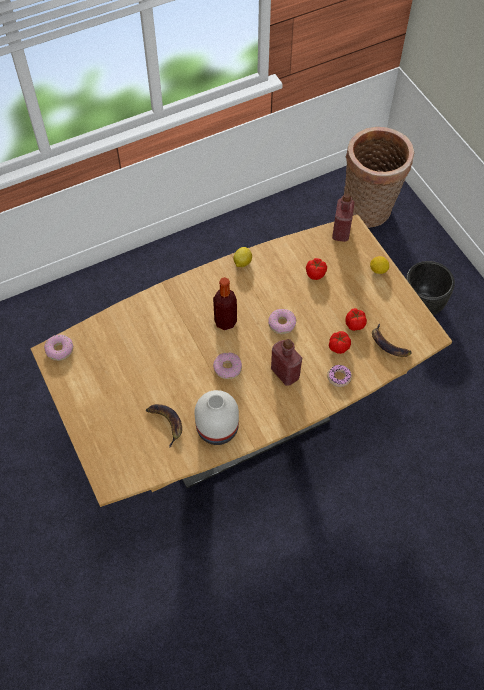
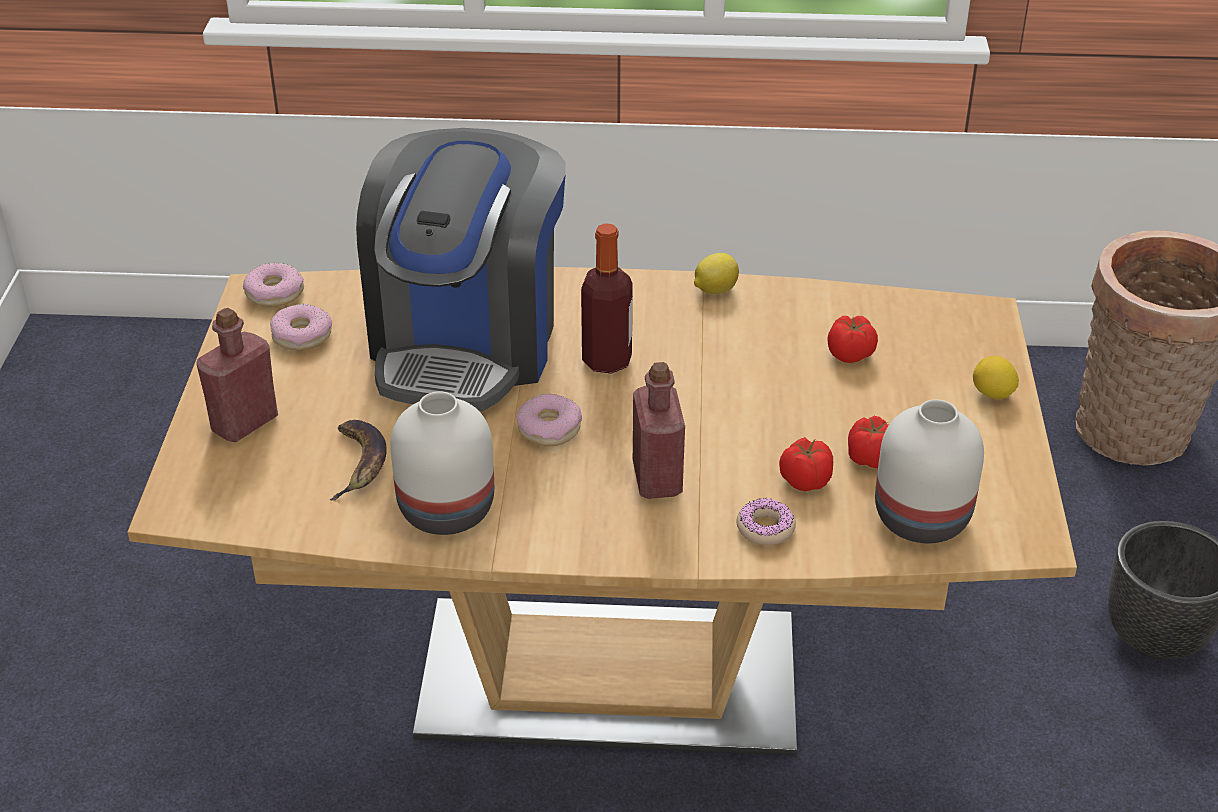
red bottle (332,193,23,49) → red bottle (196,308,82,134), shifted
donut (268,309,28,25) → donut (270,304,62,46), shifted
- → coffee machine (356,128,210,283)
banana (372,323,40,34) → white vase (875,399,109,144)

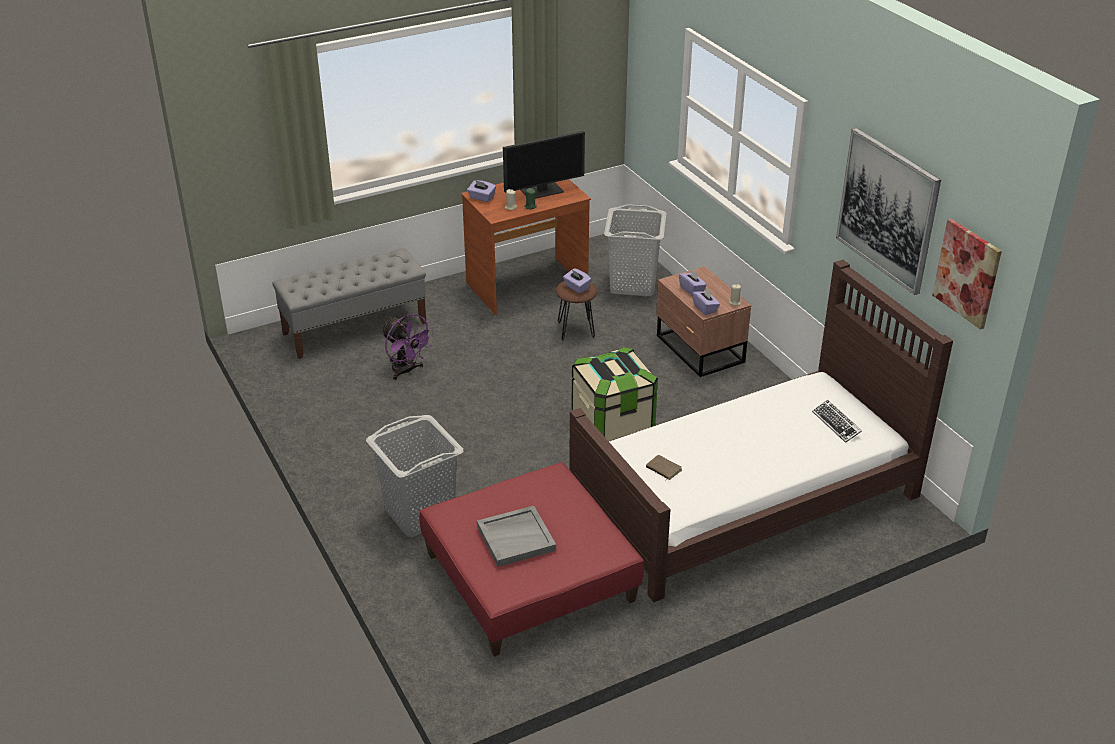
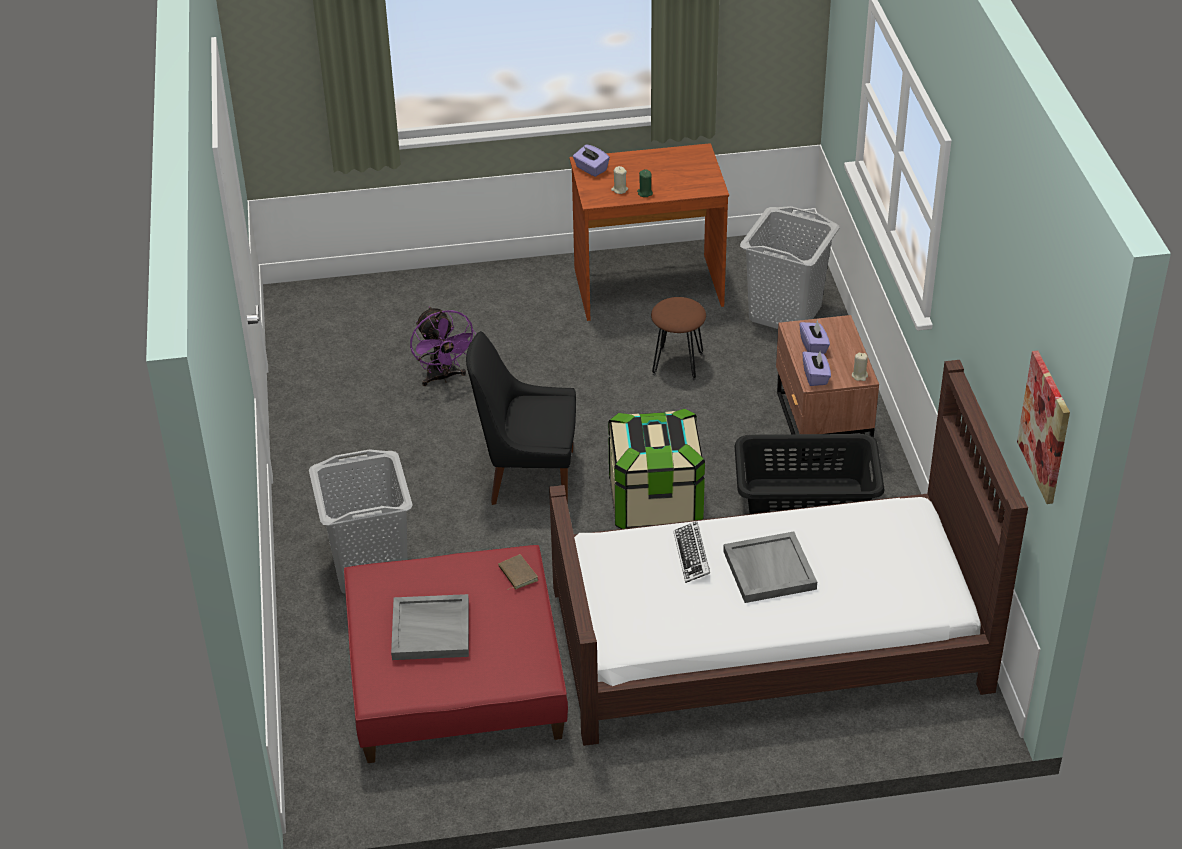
- → black chair (466,331,110,174)
brown book (646,455,36,26) → brown book (498,554,40,36), shifted
keyboard (812,400,50,43) → keyboard (673,521,37,62), shifted
- → grey tray (723,531,94,72)
- → black laundry basket (734,434,151,80)
grey bench (272,248,154,111) → -
monitor (503,131,82,68) → -
purple tissue box (563,268,29,25) → -
picture (836,128,105,167) → -

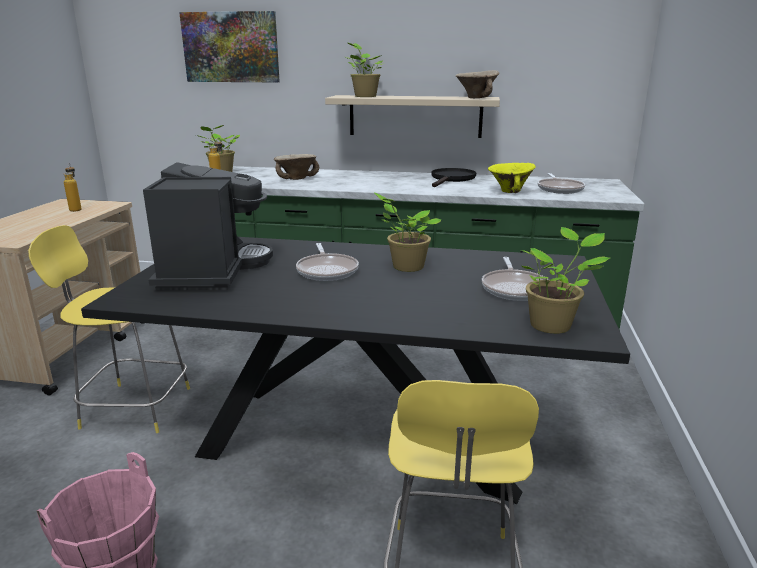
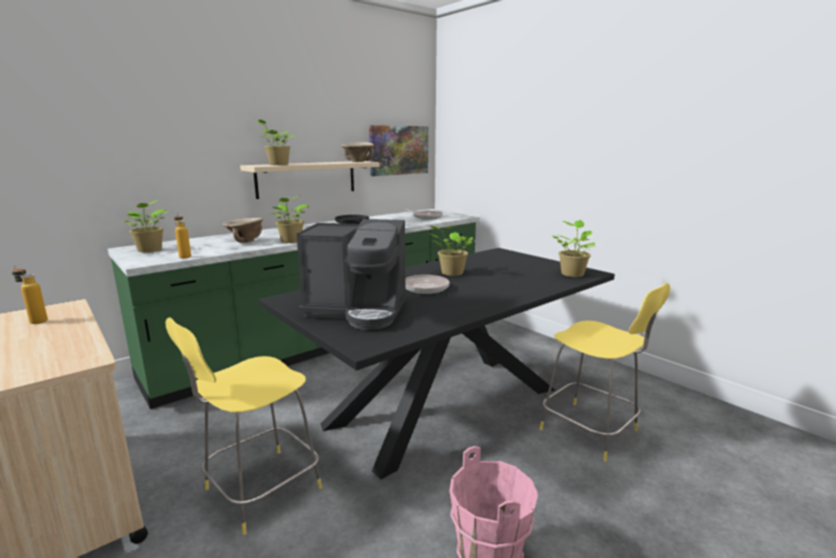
- → potted plant (272,195,37,48)
coffee machine (143,162,130,128) → coffee machine (296,219,111,111), 150 degrees clockwise
picture (179,11,101,71) → picture (369,125,59,51), shifted
frying pan (482,257,66,44) → -
yellow bowl (488,163,48,30) → -

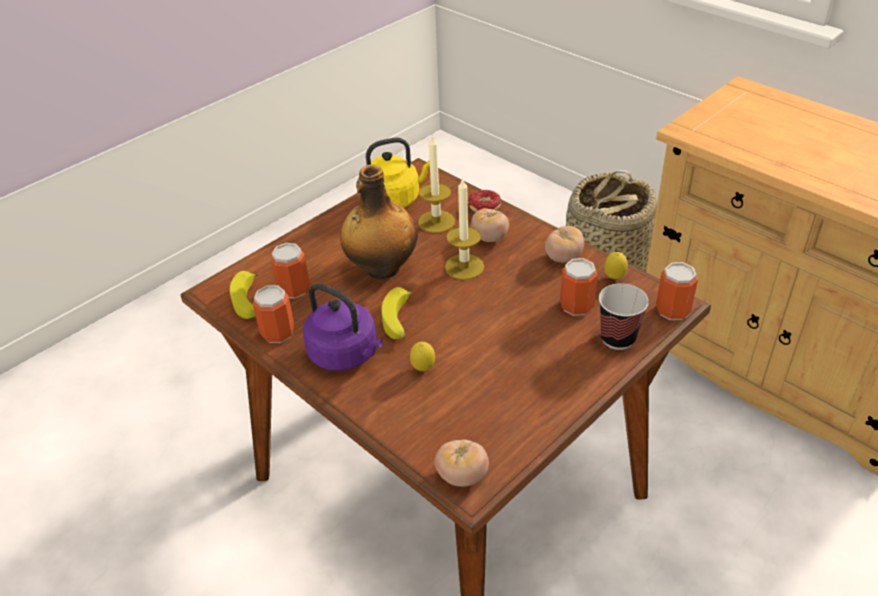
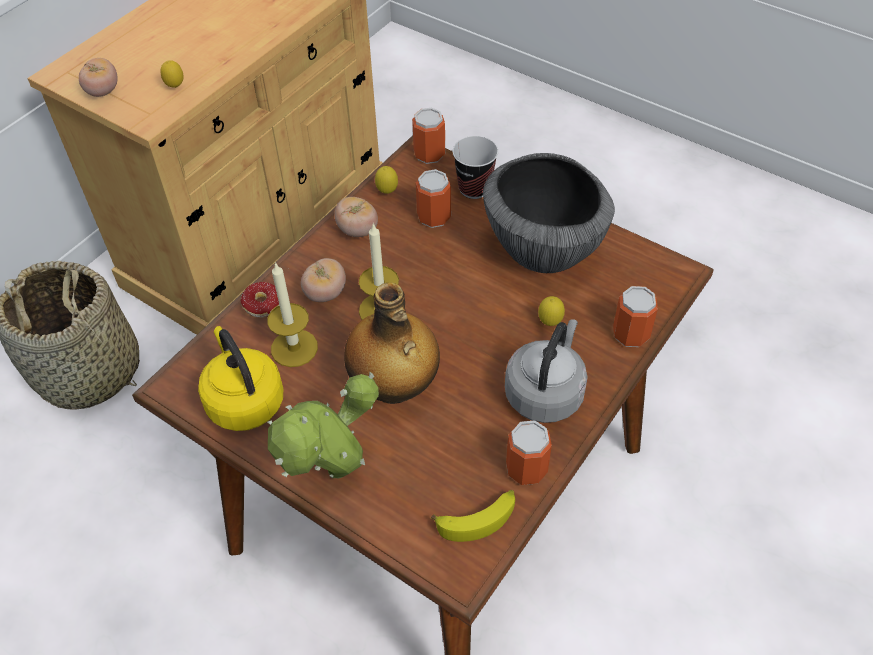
tomato (434,440,55,47) → tomato (79,58,38,39), shifted
- → lemon (160,60,24,28)
- → potted plant (267,372,112,106)
- → bowl (483,153,132,120)
purple kettle (303,283,80,88) → grey kettle (505,319,83,104)
can (270,243,40,56) → can (613,286,45,61), shifted
banana (382,287,31,52) → -

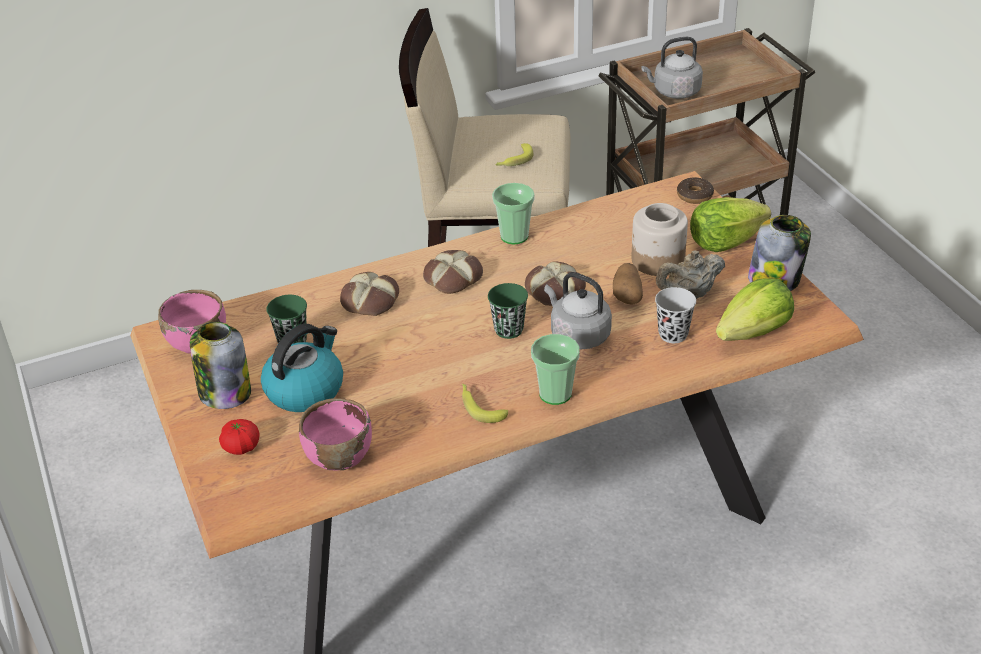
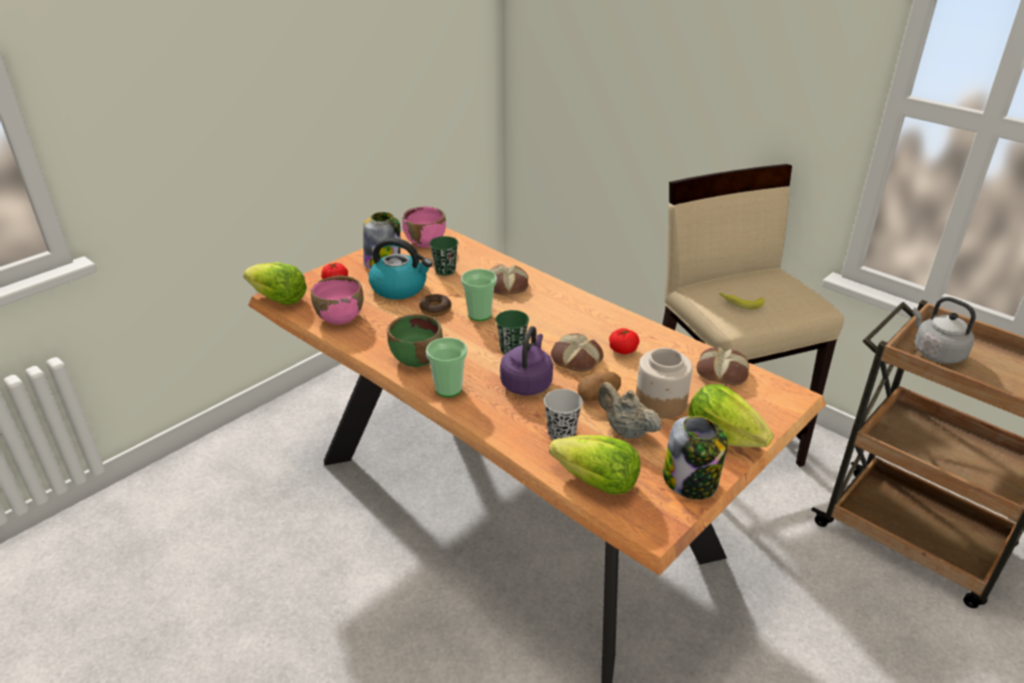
- → lettuce (243,262,64,43)
banana (462,384,46,39) → green bowl (387,314,56,53)
donut (677,177,37,27) → donut (419,294,32,22), shifted
cup (492,183,43,62) → cup (461,269,36,52), shifted
grey kettle (544,272,68,77) → purple kettle (500,326,53,69)
- → tomato (609,328,30,26)
bread (423,250,60,44) → bread (697,347,52,39), shifted

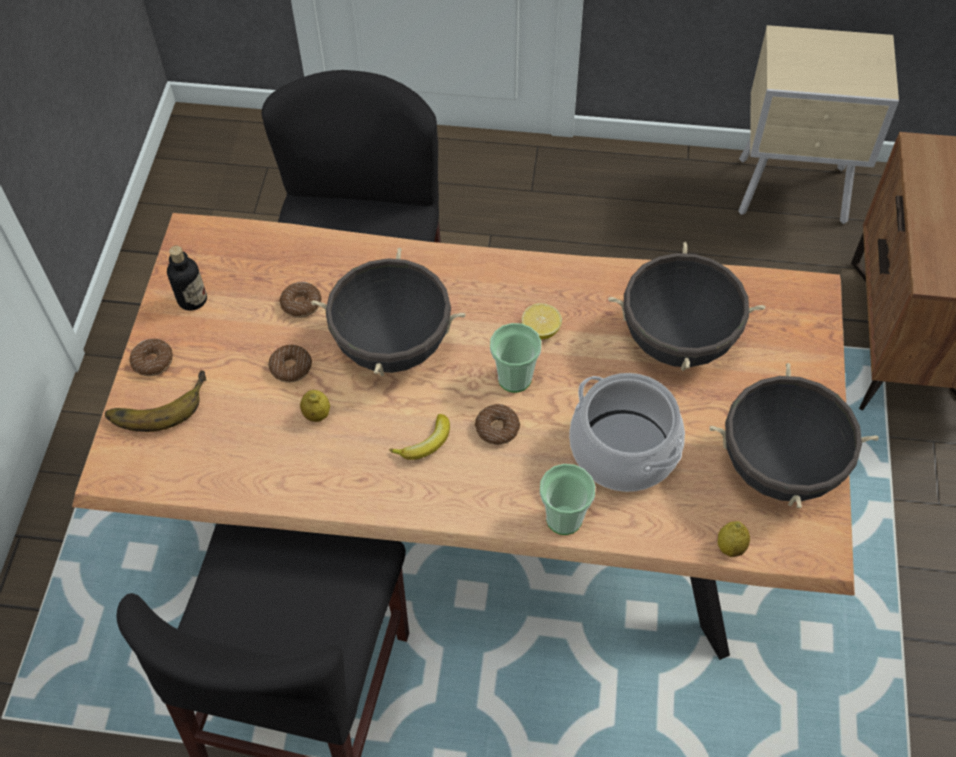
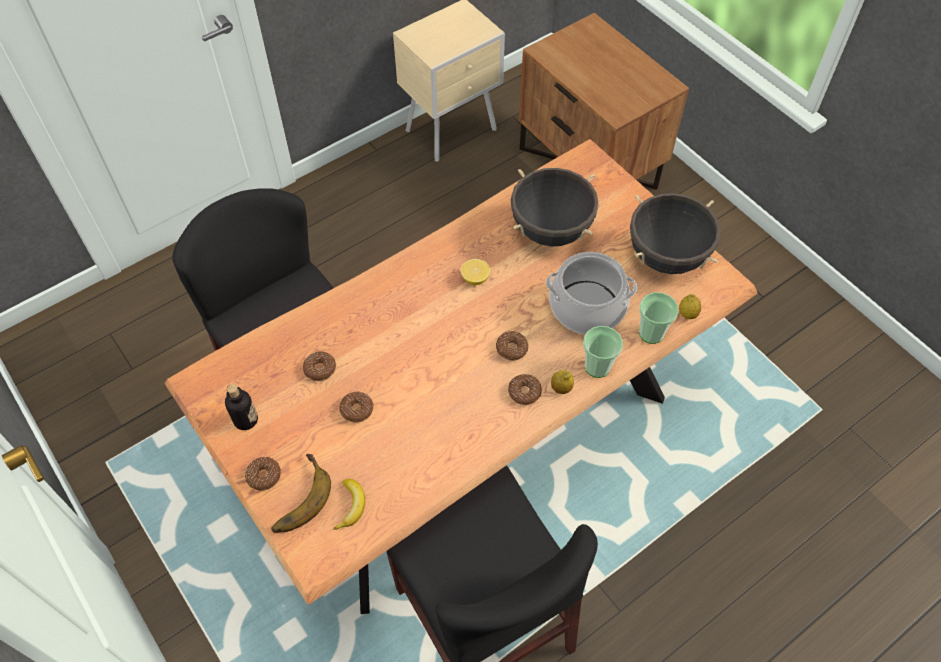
banana (389,414,61,46) → banana (333,479,32,51), shifted
- → donut (508,374,34,31)
lemon (300,390,30,32) → lemon (551,370,23,24), shifted
cup (490,323,51,69) → cup (639,292,40,52), shifted
black cooking pot (311,248,155,128) → -

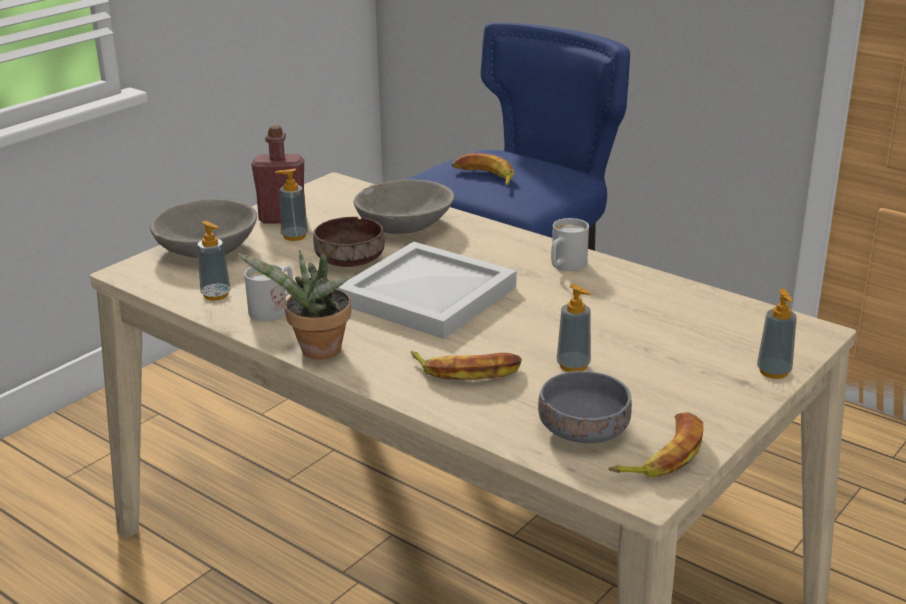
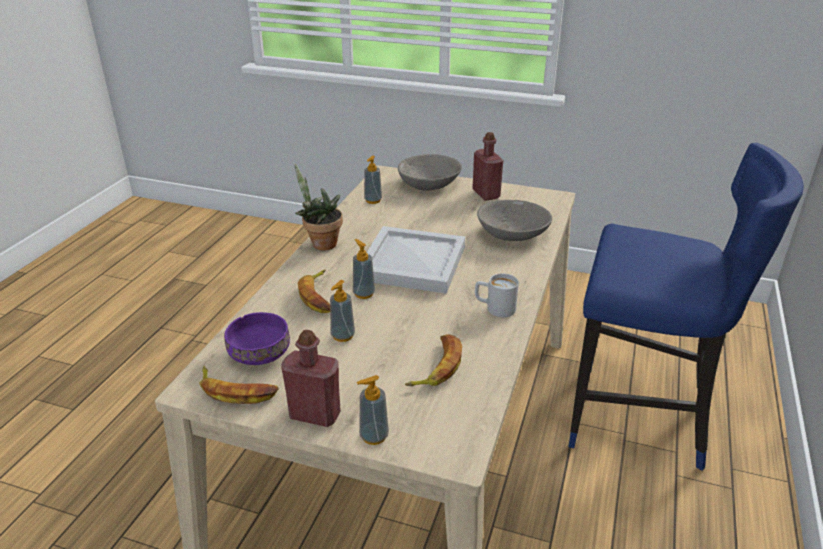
grey bowl (538,371,94,72) → purple bowl (224,312,66,53)
- → red bottle (281,330,60,97)
soap dispenser (275,168,33,73) → soap dispenser (353,239,22,60), shifted
banana (452,153,62,33) → banana (405,334,57,52), shifted
white mug (244,264,49,57) → -
brown bowl (313,217,72,50) → -

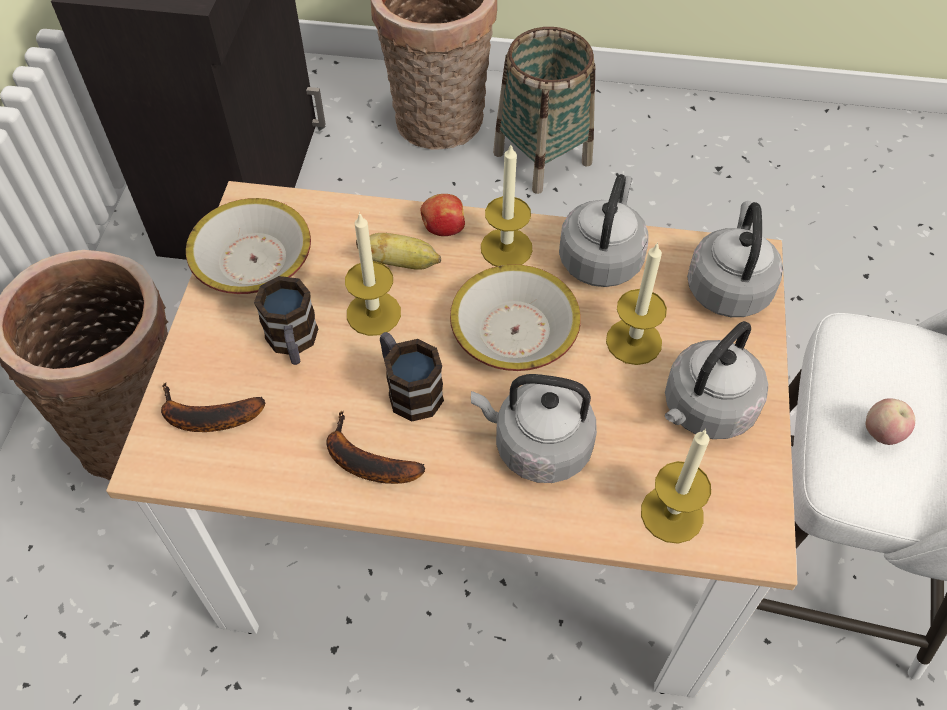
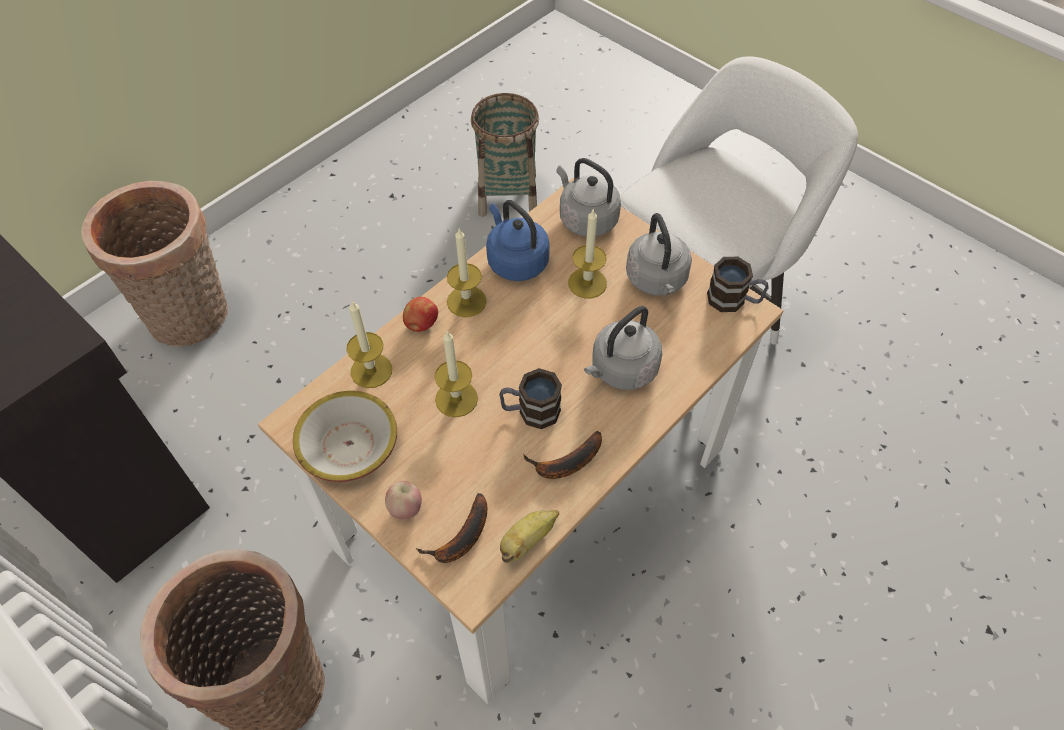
candle (641,429,70,114) → candle (346,301,46,87), shifted
apple (866,398,49,47) → apple (385,481,37,38), shifted
basket (493,27,102,167) → basket (471,93,68,124), shifted
grey kettle (559,174,90,113) → blue kettle (486,200,64,81)
banana (356,233,85,37) → banana (500,510,59,53), shifted
mug (254,276,64,89) → mug (707,257,61,55), shifted
bowl (450,265,131,106) → -

